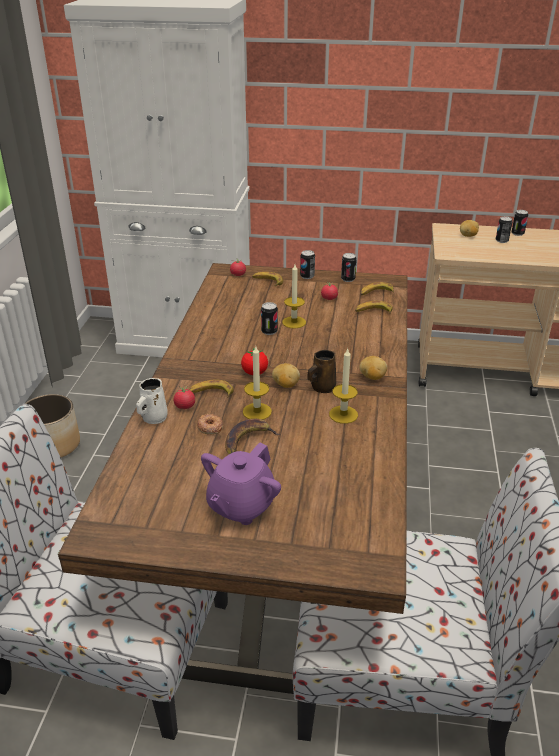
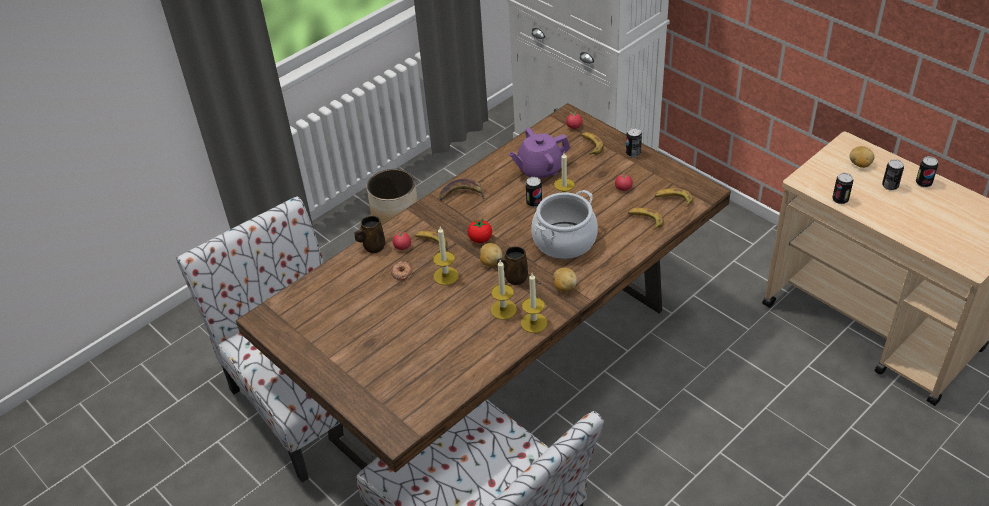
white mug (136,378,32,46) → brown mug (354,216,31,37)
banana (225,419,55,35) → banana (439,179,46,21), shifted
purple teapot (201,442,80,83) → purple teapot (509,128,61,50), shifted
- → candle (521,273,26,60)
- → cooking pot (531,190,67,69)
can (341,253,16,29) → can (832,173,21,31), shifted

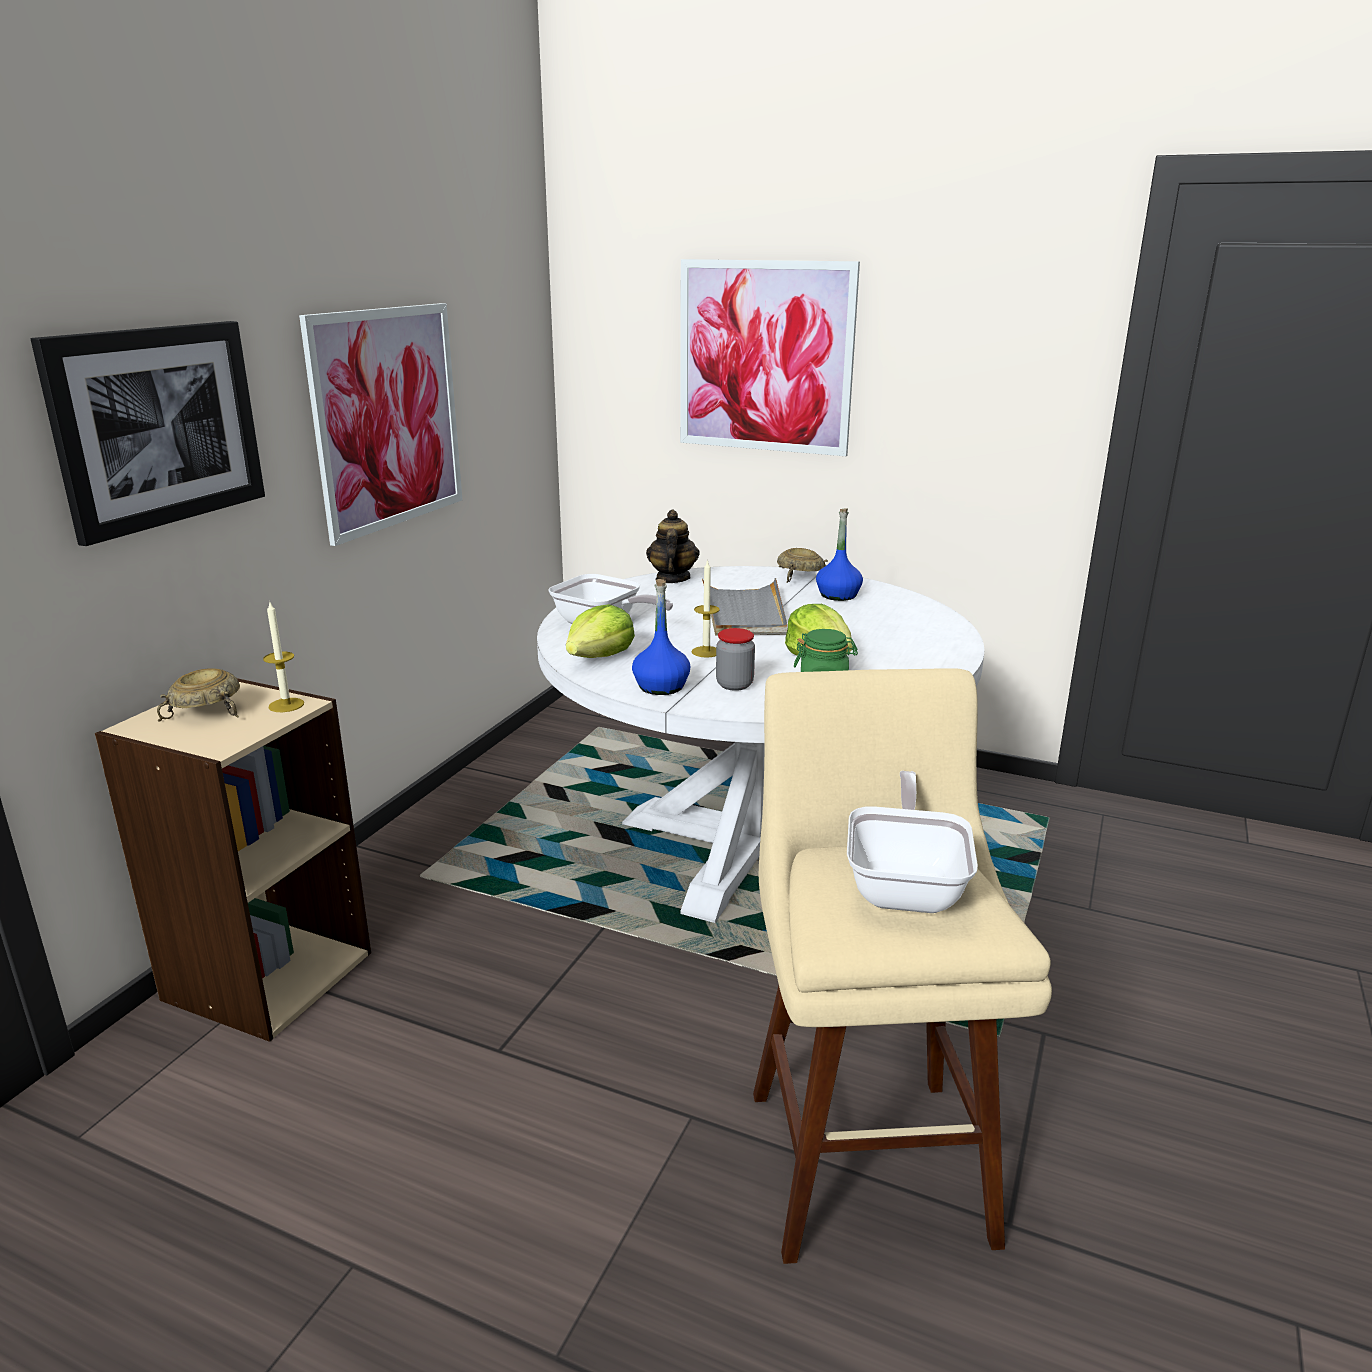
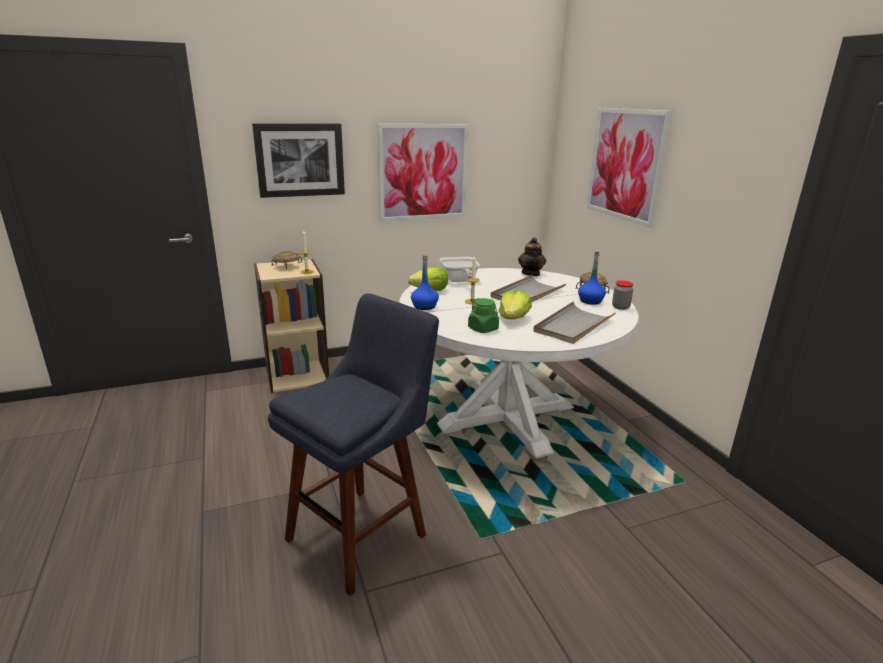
beige stool (753,668,299,596) → blue stool (268,293,171,303)
teapot (646,510,54,73) → teapot (518,237,28,39), 135 degrees clockwise
- → grey tray (533,301,83,43)
jar (716,628,39,63) → jar (612,280,21,30), shifted
frying pan (847,770,131,143) → -

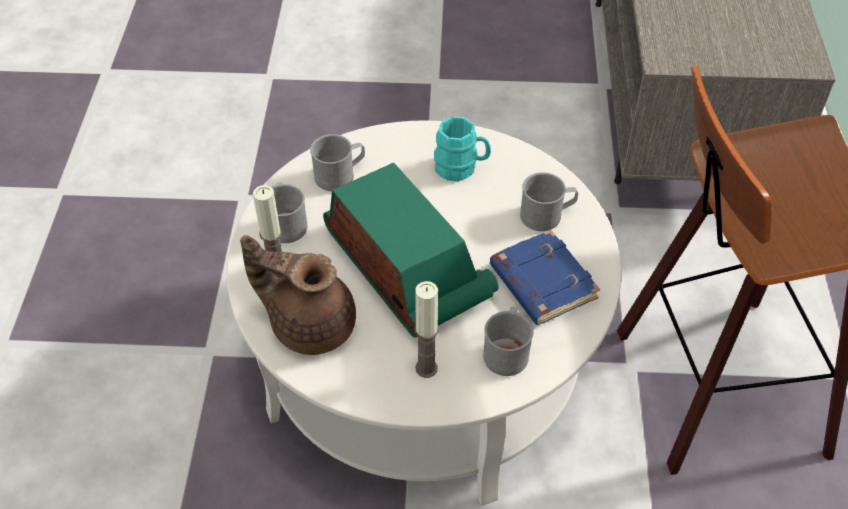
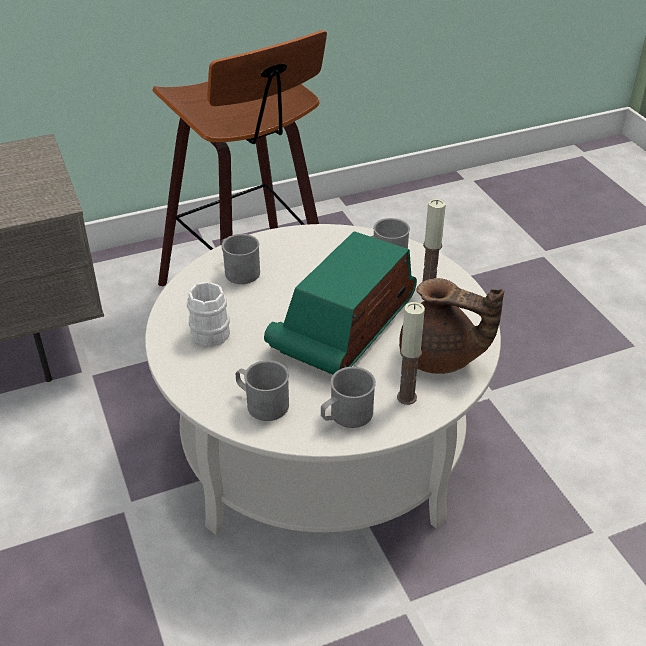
turquoise mug (434,116,57,65) → white mug (187,282,43,64)
brown teapot (240,235,116,120) → brown teapot (399,278,105,96), 60 degrees counterclockwise
blue book (490,230,110,95) → -

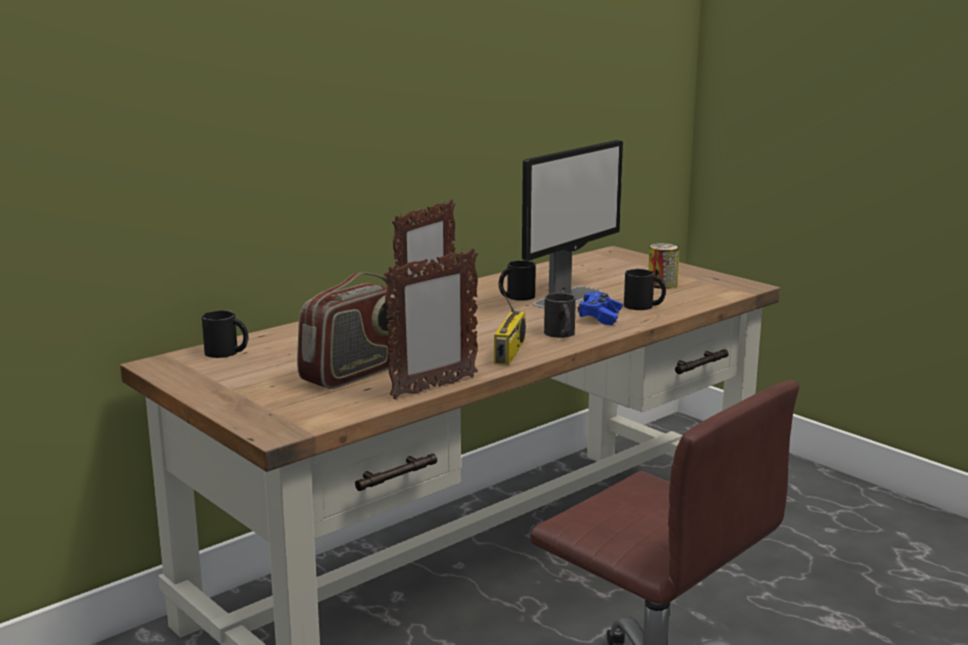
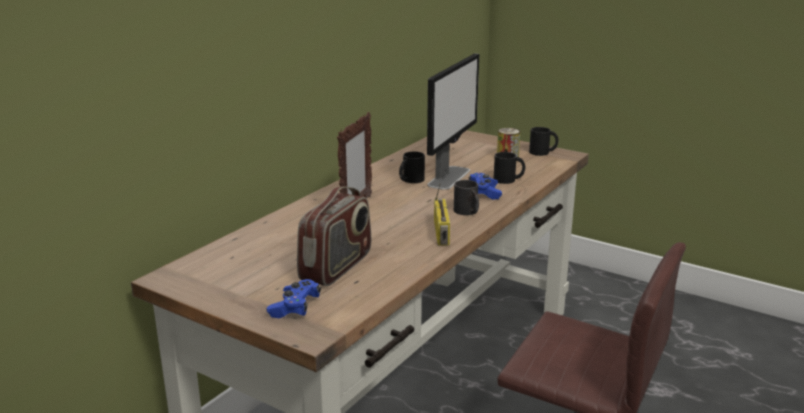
- → blue game controller (267,279,54,39)
black mug (202,310,46,48) → black mug (529,127,29,29), shifted
picture frame (384,248,94,151) → -

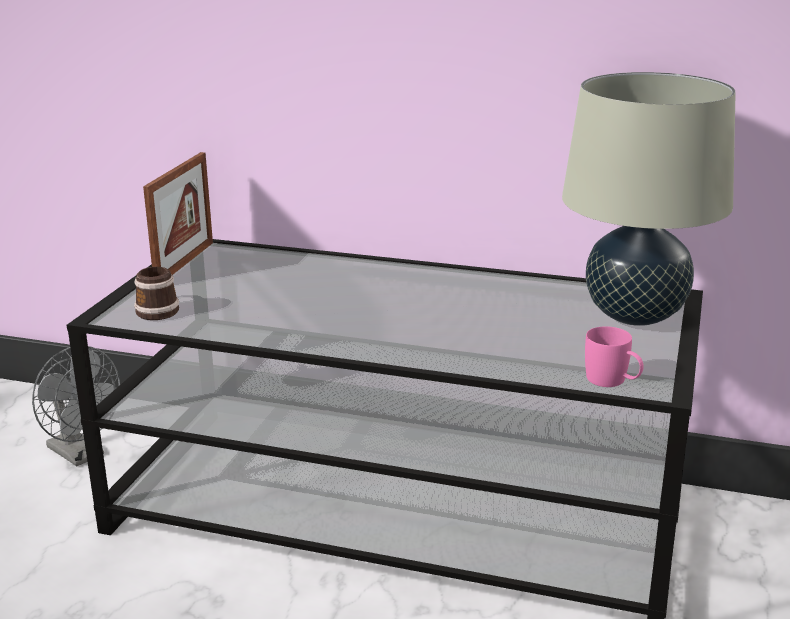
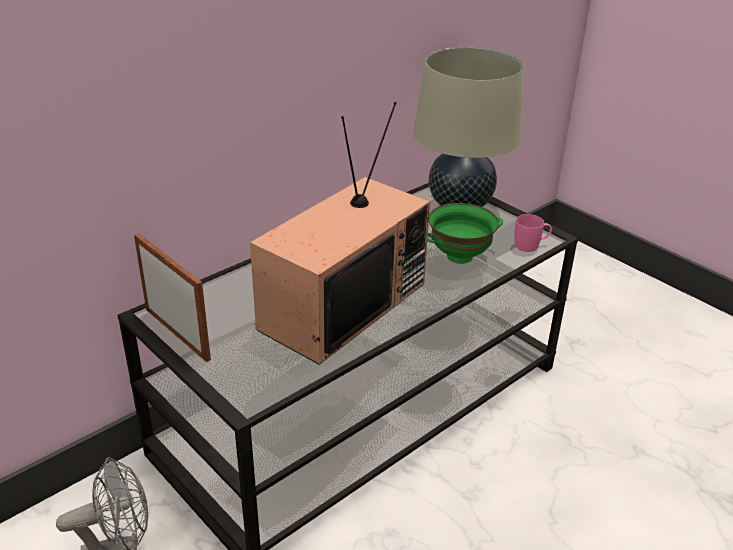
- → television (250,102,180,263)
- → green bowl (427,203,76,61)
mug (134,267,45,53) → -

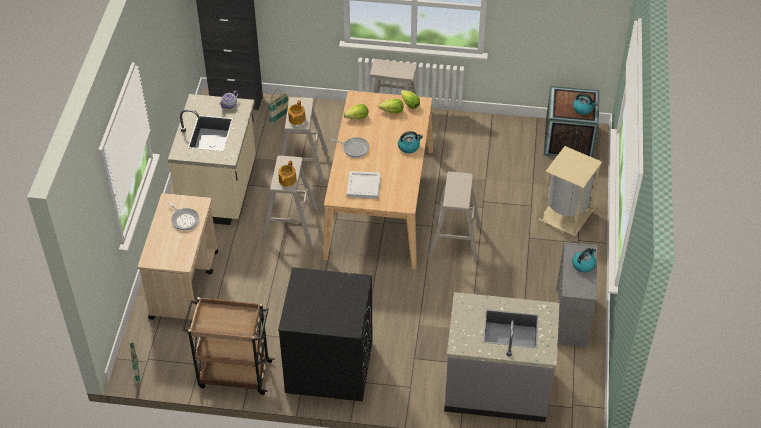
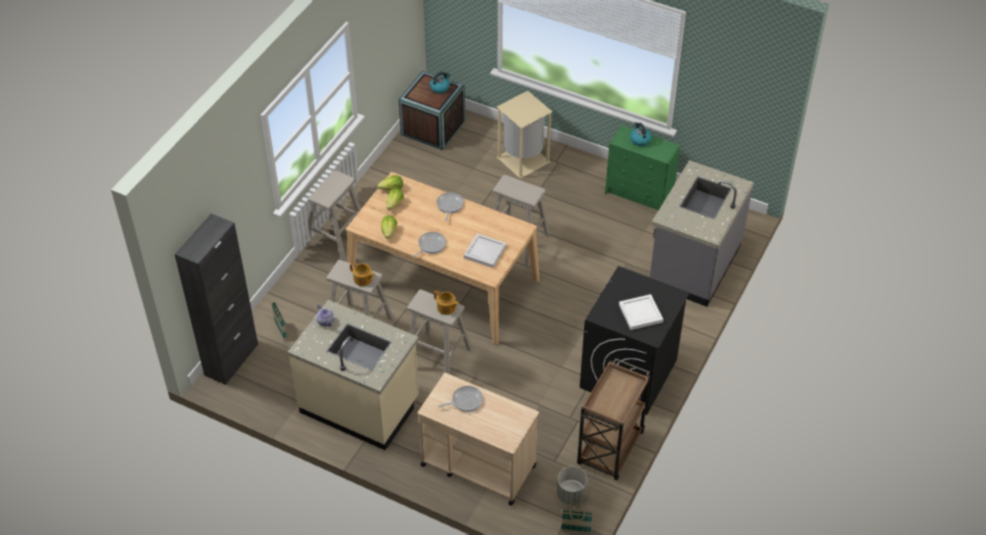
kettle (398,131,25,22) → frying pan (436,192,27,29)
- → grey planter (557,466,30,39)
grey dresser (556,242,42,105) → green dresser (605,125,75,86)
- → white tray (619,294,44,36)

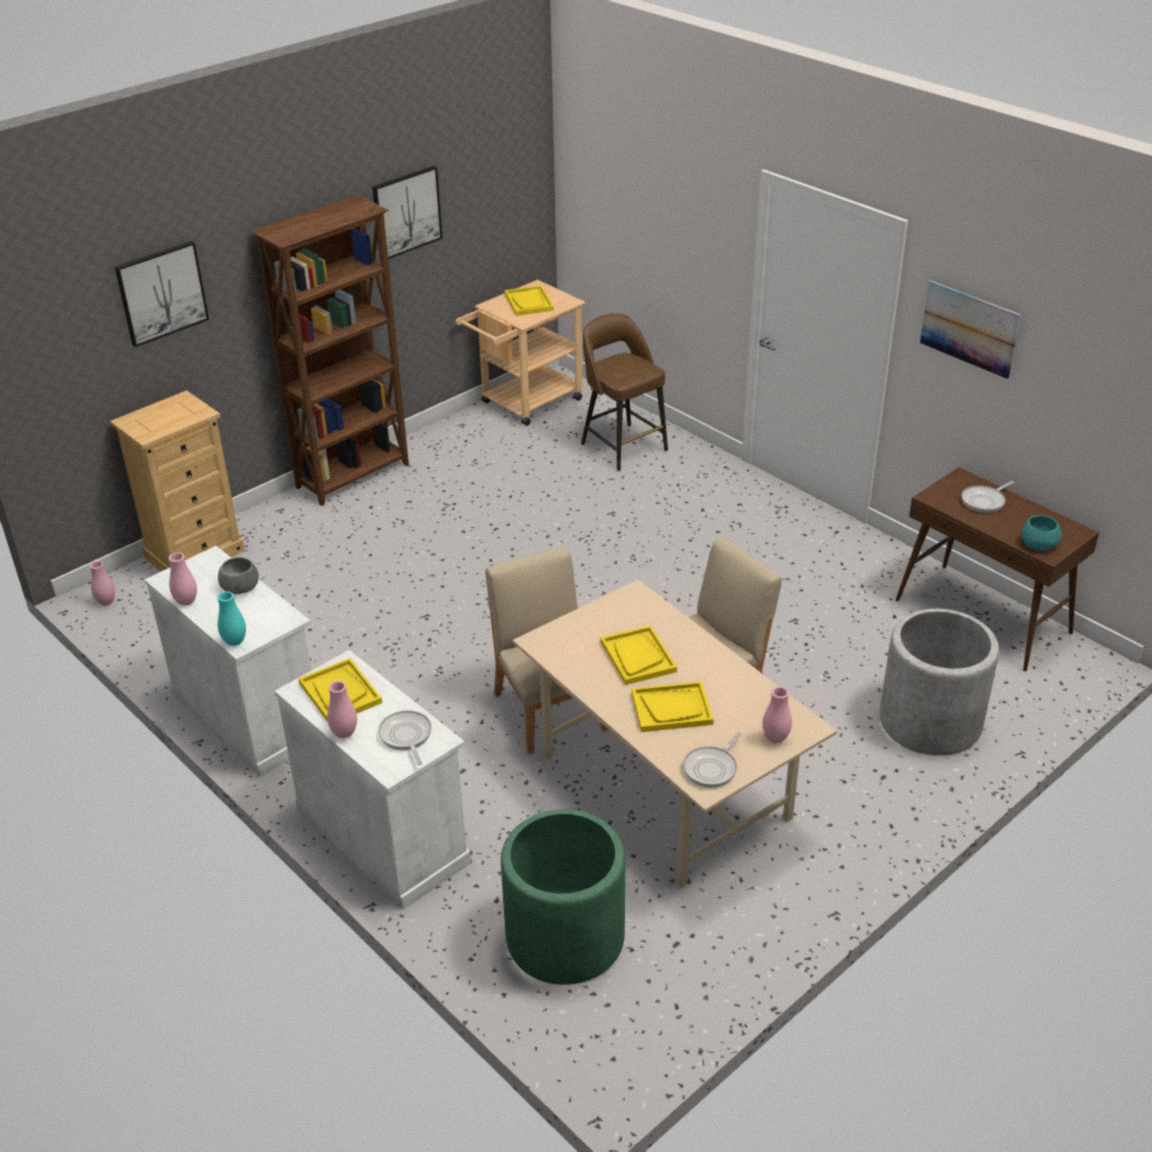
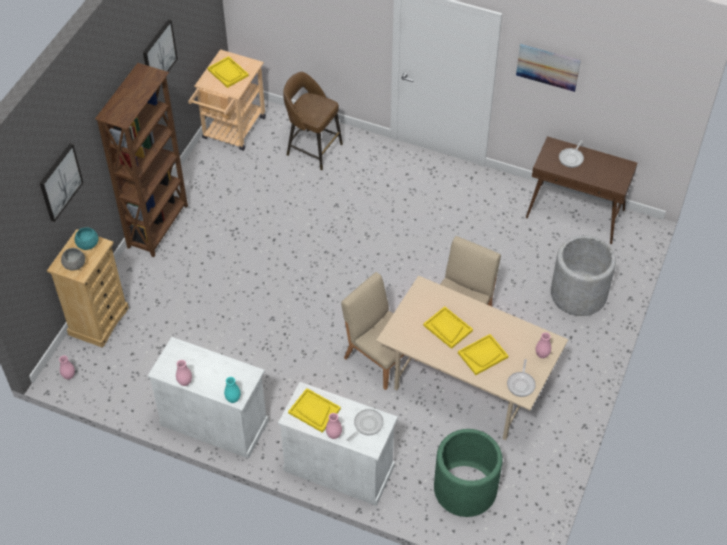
grey bowl (218,557,41,37) → grey bowl (61,248,24,22), shifted
turquoise bowl (1021,515,40,36) → turquoise bowl (75,227,23,23), shifted
frying pan (378,710,54,55) → frying pan (346,409,38,32), 90 degrees clockwise

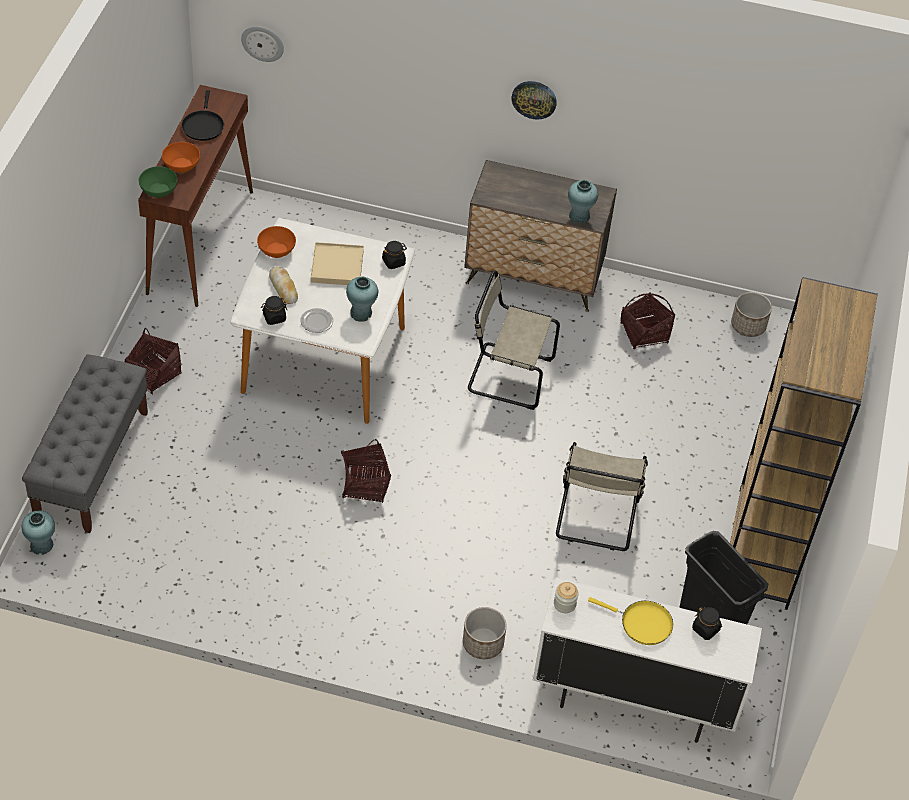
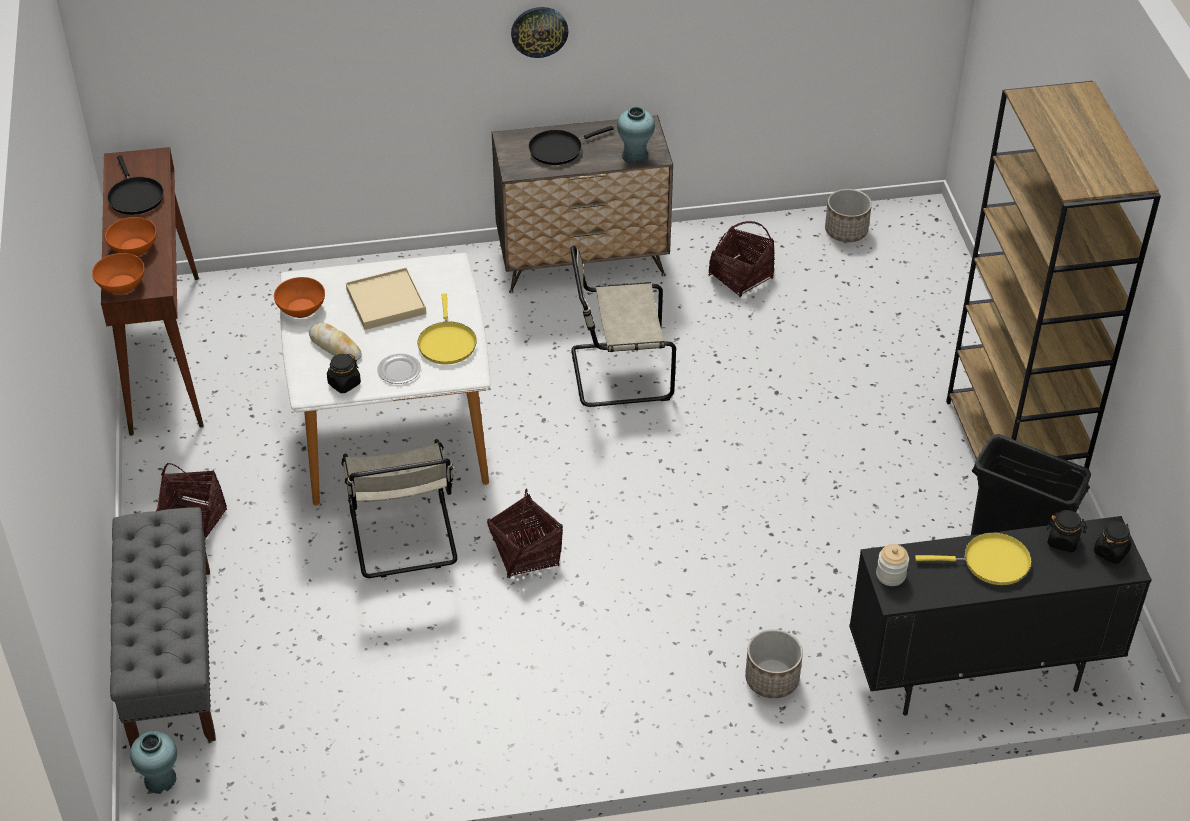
green bowl (139,166,38,32) → orange bowl (92,253,53,41)
beige chair (556,442,92,109) → beige chair (341,439,116,139), shifted
turquoise vase (346,276,32,46) → yellow frying pan (417,293,60,71)
- → black frying pan (528,126,86,39)
white cabinet (533,577,229,166) → black cabinet (849,516,303,200)
black jar (382,241,25,28) → black jar (1094,521,37,43), shifted
wall clock (241,26,43,36) → -

